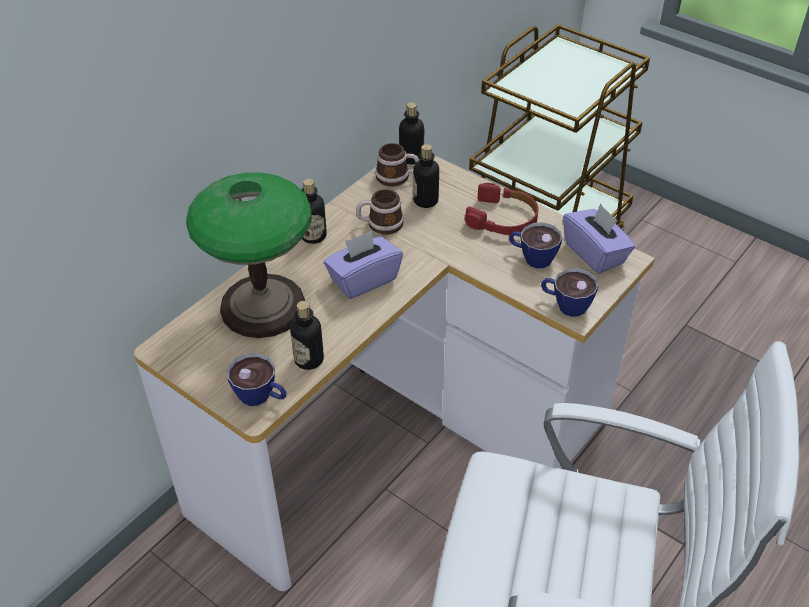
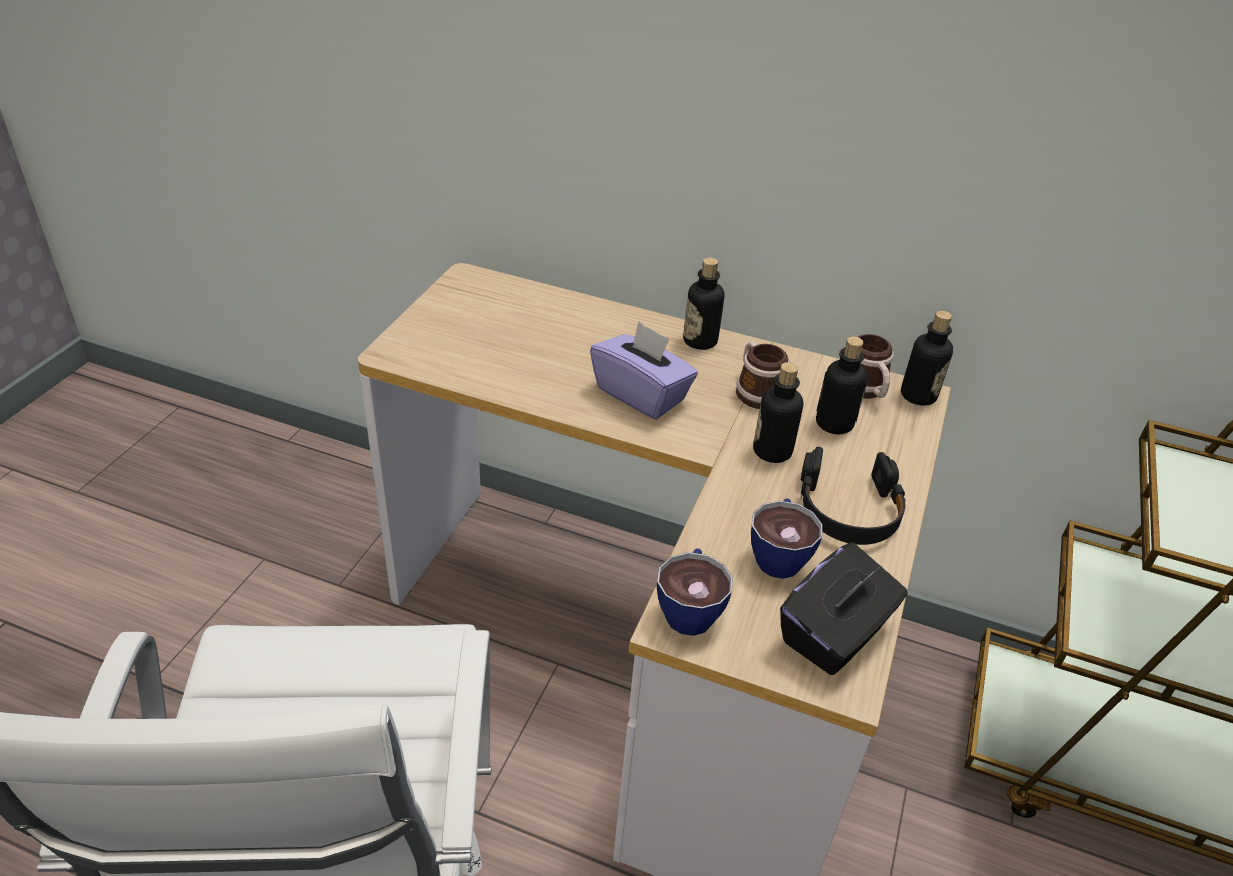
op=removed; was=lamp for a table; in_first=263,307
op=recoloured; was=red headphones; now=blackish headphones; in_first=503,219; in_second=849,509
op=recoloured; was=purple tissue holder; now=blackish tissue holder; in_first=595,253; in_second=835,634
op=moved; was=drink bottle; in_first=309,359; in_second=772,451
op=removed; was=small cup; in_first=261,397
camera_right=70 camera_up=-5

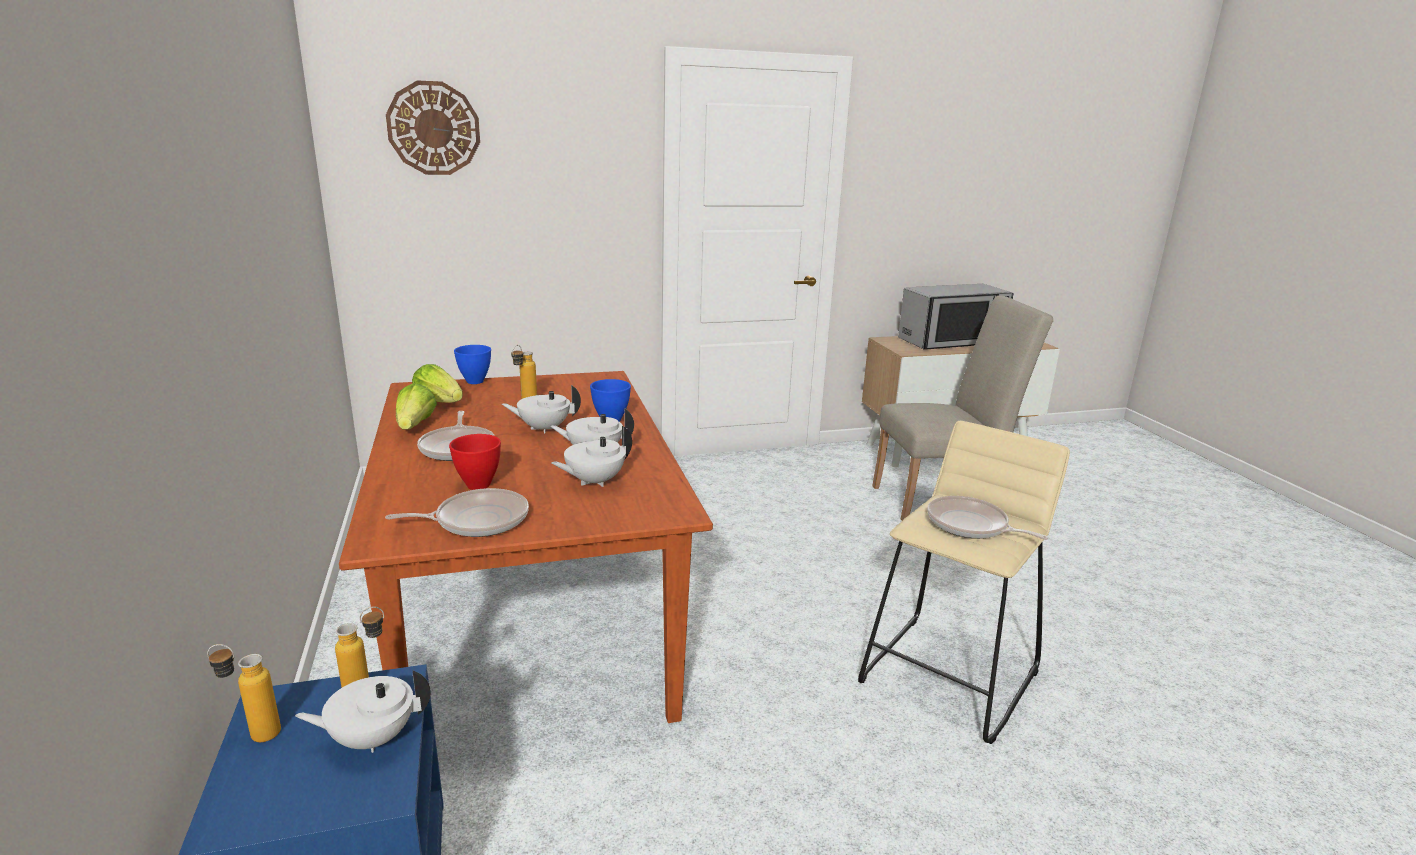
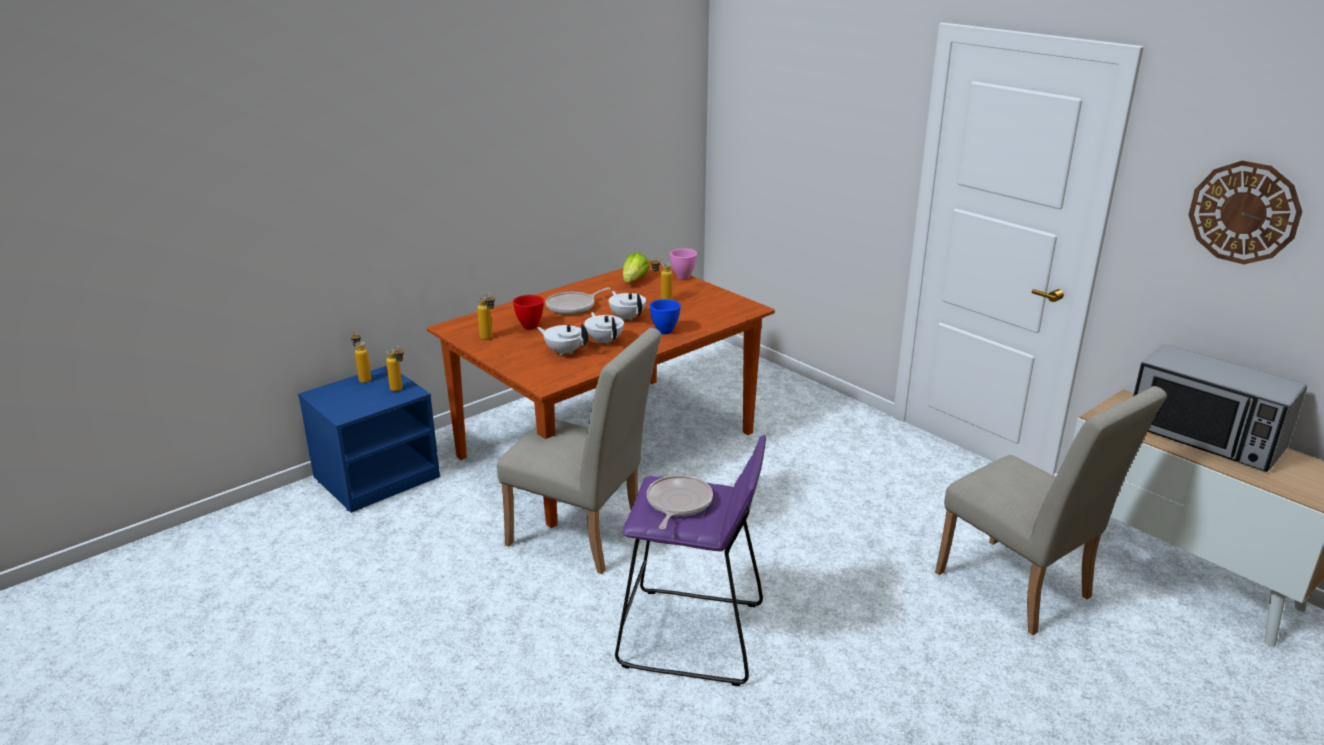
op=moved; was=wall clock; in_first=434,128; in_second=1244,212
op=recoloured; was=blue deep dish; now=pink deep dish; in_first=475,382; in_second=683,277
op=removed; was=lettuce head; in_first=415,426
op=recoloured; was=beige-coloured stool seat; now=purple stool seat; in_first=949,676; in_second=691,636
op=replaced; was=frying pan; now=drink bottle; in_first=477,520; in_second=489,339
op=removed; was=white-coloured teapot; in_first=372,738
op=added; now=beige-coloured chair; in_second=584,538
camera_right=65 camera_up=5

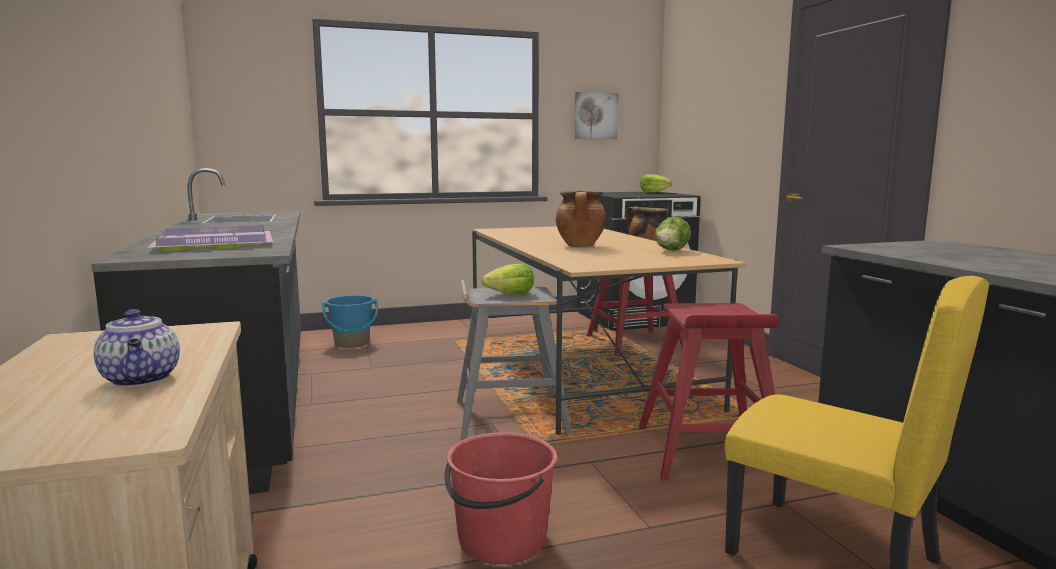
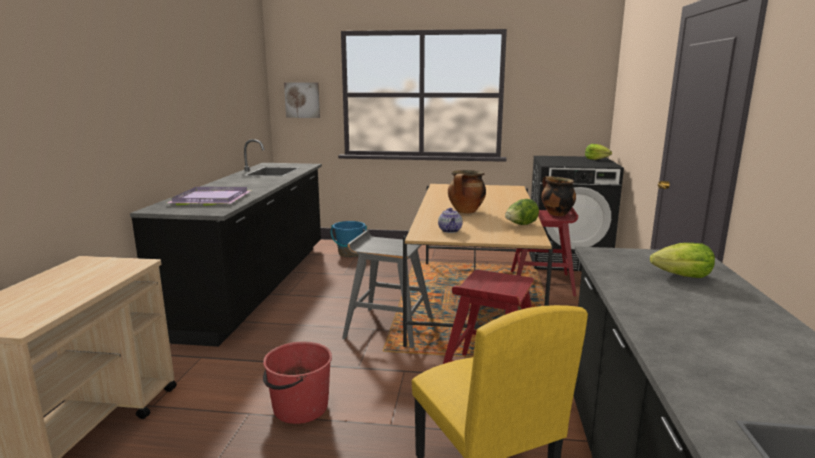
op=moved; was=picture; in_first=595,116; in_second=302,100
op=moved; was=lettuce head; in_first=510,294; in_second=682,276
op=moved; was=teapot; in_first=142,379; in_second=450,231
camera_right=25 camera_up=5

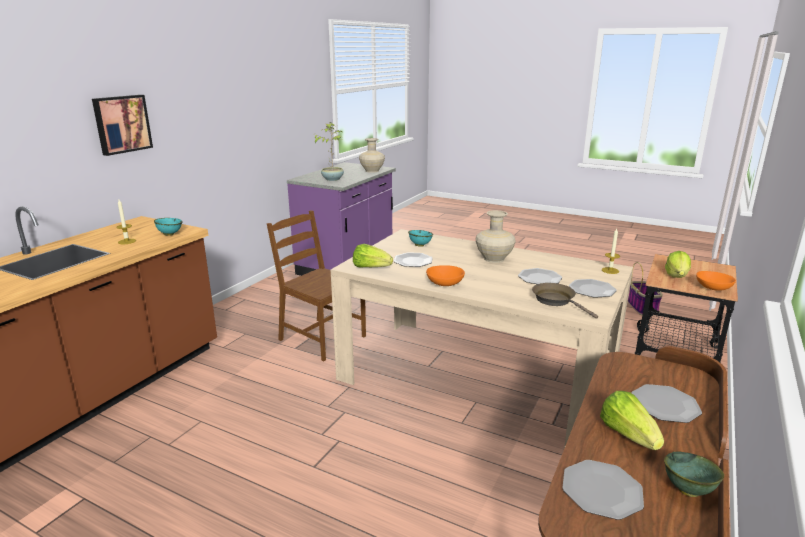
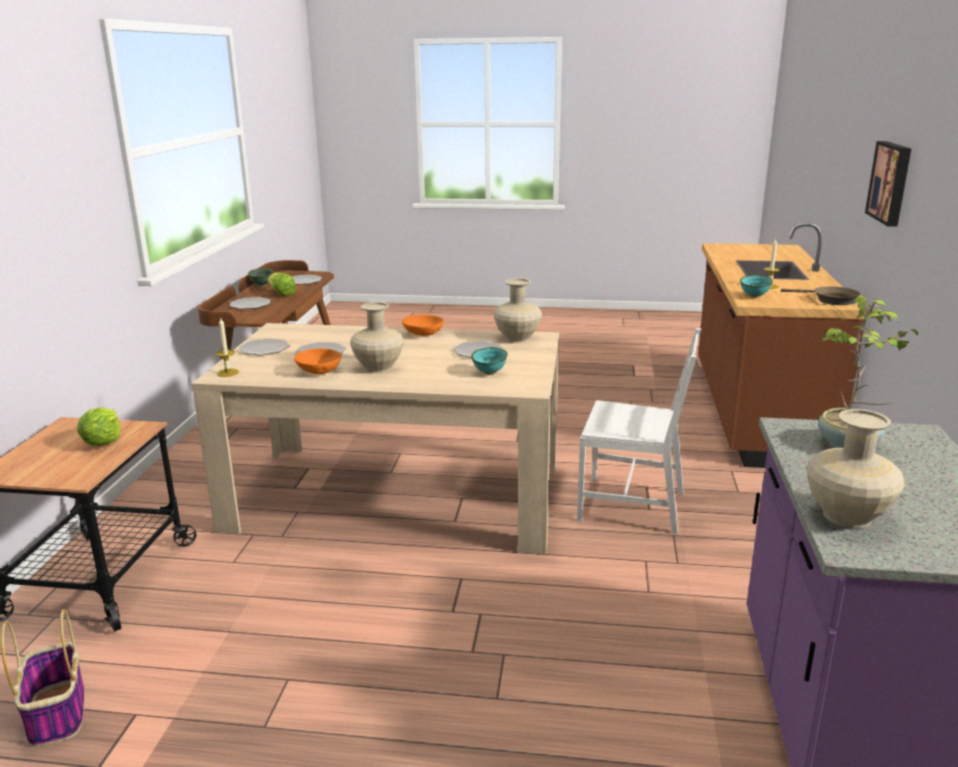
op=recoloured; was=brownish chair; now=white-coloured chair; in_first=321,338; in_second=633,505
op=replaced; was=lettuce head; now=beige-coloured decorative vase; in_first=371,267; in_second=518,338
op=moved; was=orange-coloured deep dish; in_first=713,288; in_second=319,371
op=moved; was=brownish frying pan; in_first=556,301; in_second=830,300
camera_right=160 camera_up=0

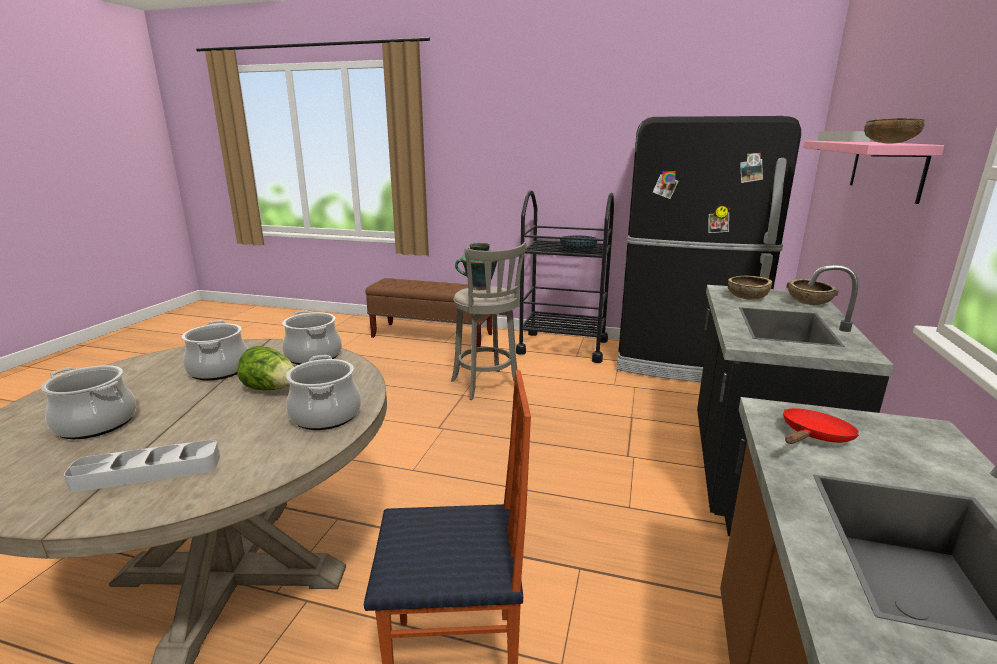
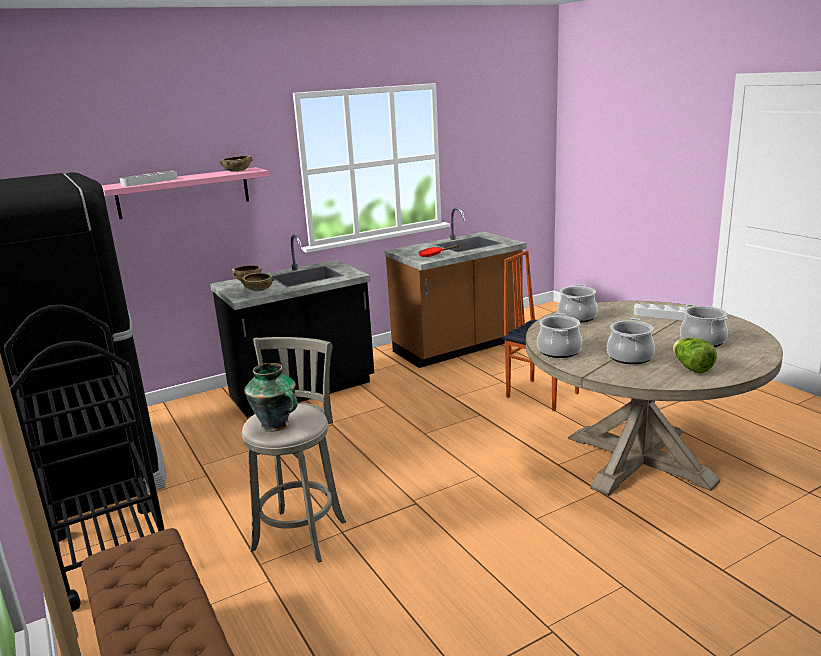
op=removed; was=deep dish; in_first=578,251
op=moved; was=lettuce head; in_first=271,389; in_second=691,368
camera_right=-135 camera_up=0

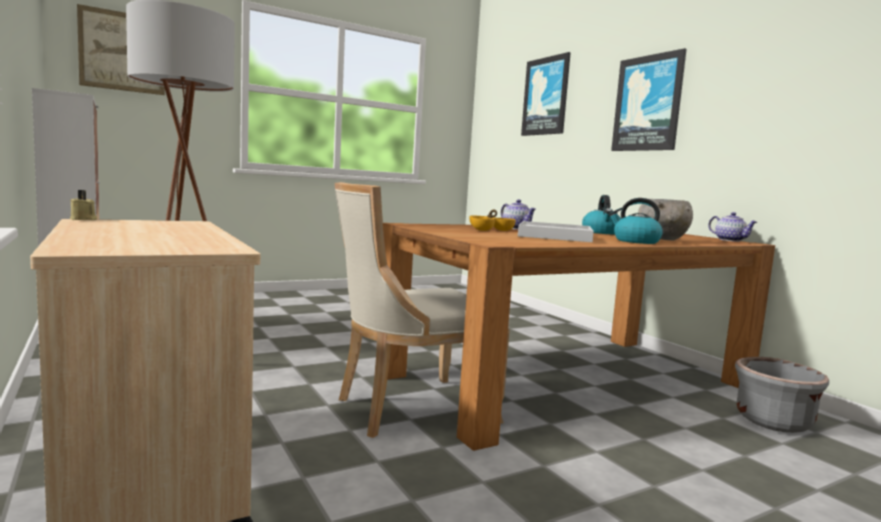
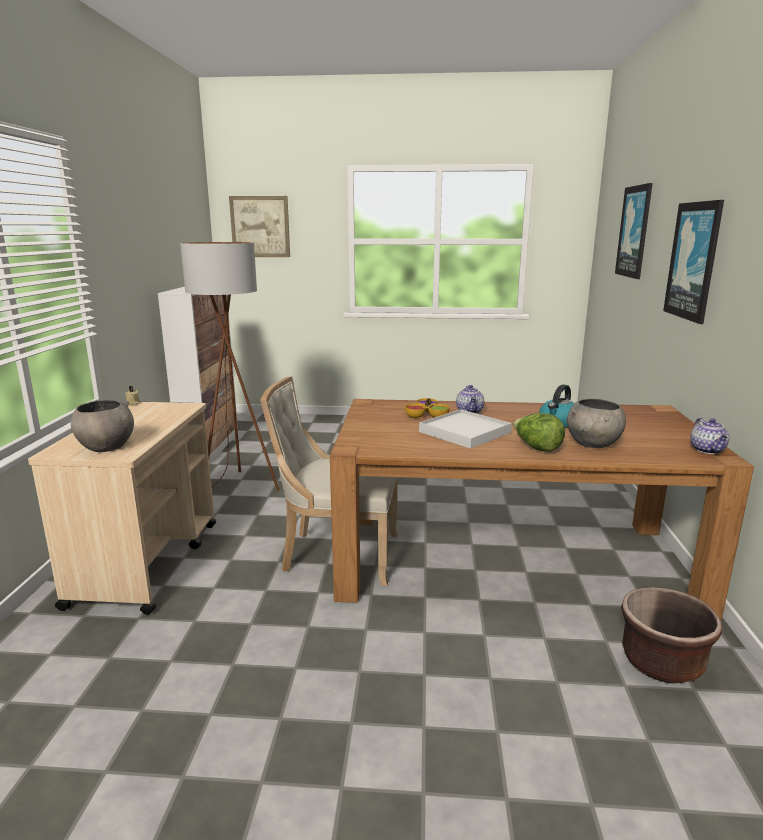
op=replaced; was=tea kettle; now=lettuce head; in_first=635,241; in_second=536,448
op=recoloured; was=gray plant pot; now=brownish plant pot; in_first=773,421; in_second=662,662
op=added; now=gray deep dish; in_second=106,447
camera_right=35 camera_up=10

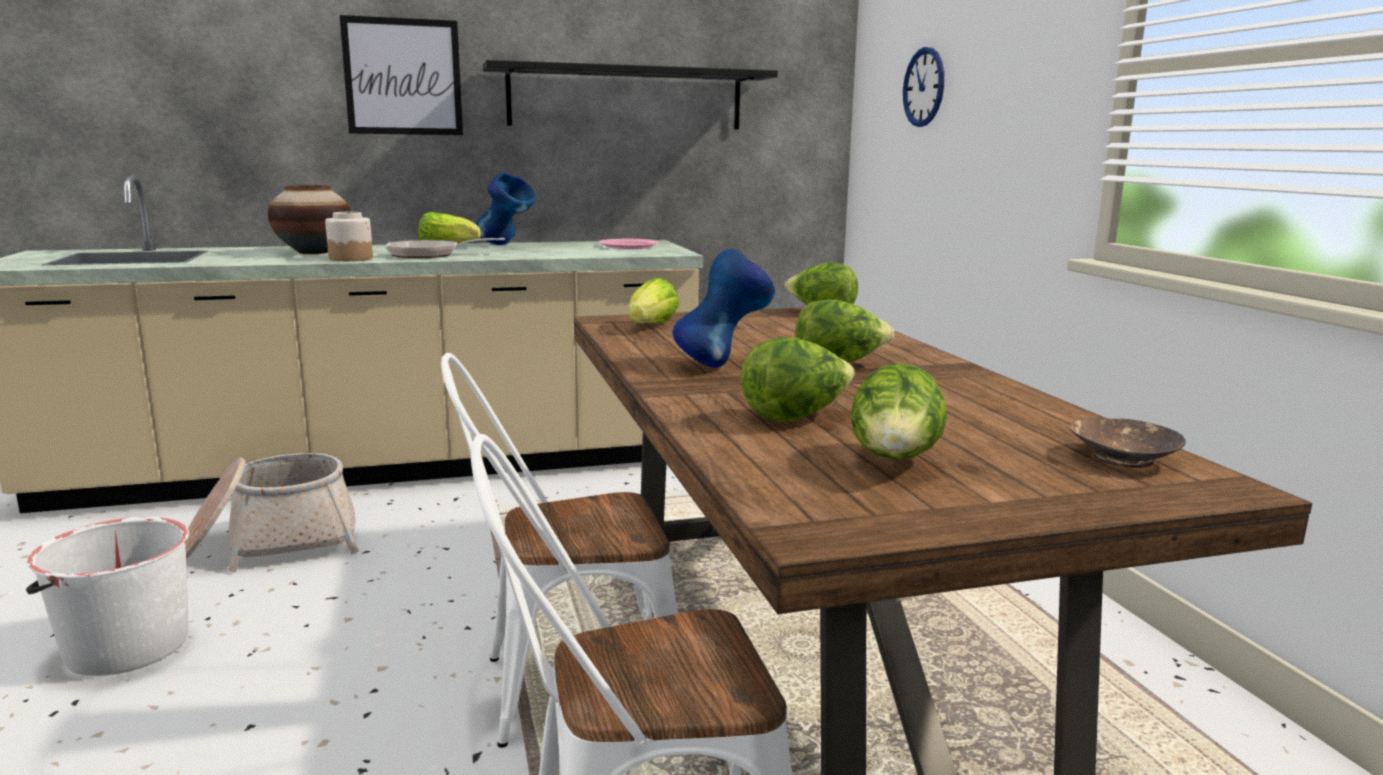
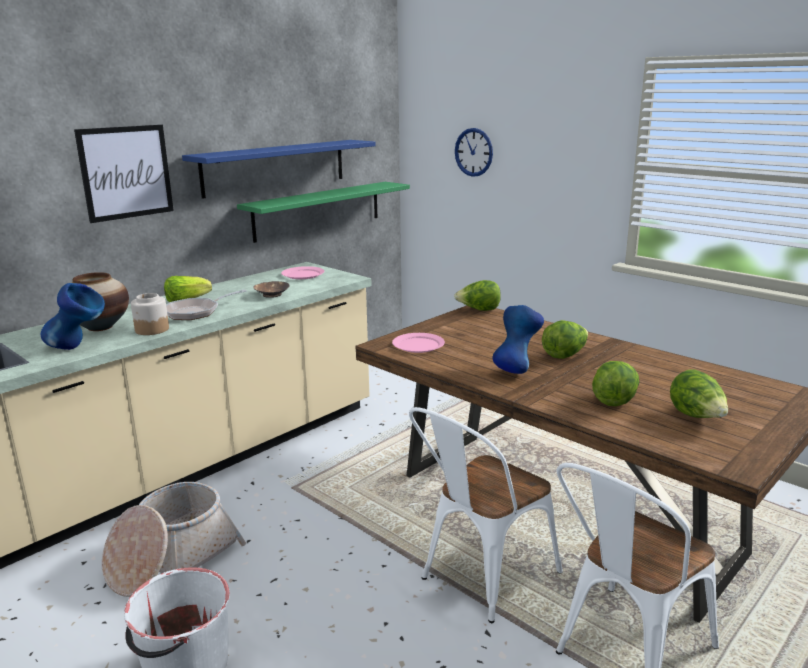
op=recoloured; was=blackish wall shelf; now=blue wall shelf; in_first=626,98; in_second=275,167
op=moved; was=blue decorative vase; in_first=506,245; in_second=78,348
op=replaced; was=lettuce head; now=pink plate; in_first=651,326; in_second=418,345
op=moved; was=brownish deep dish; in_first=1122,457; in_second=271,294
op=added; now=green-coloured wall shelf; in_second=318,210
camera_right=-30 camera_up=5

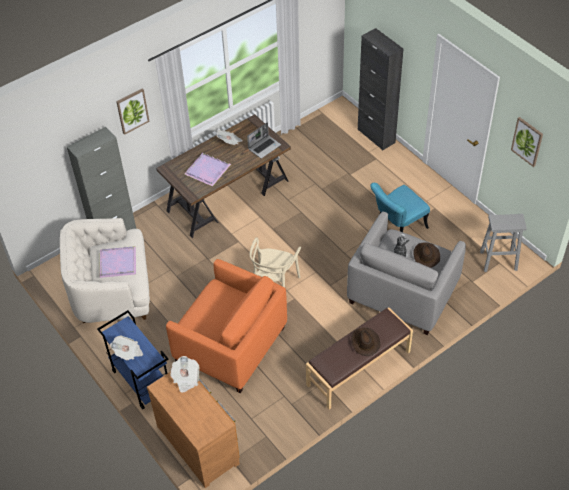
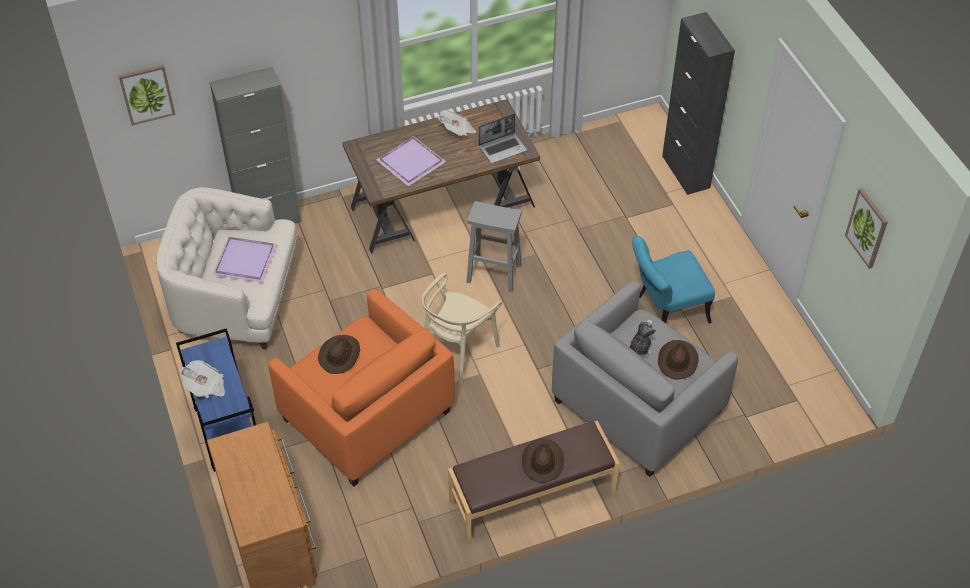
op=moved; was=picture; in_first=132,111; in_second=147,94
op=moved; was=gray stool seat; in_first=497,261; in_second=493,273
op=removed; was=newspaper; in_first=186,379
op=added; now=brownish wearable hat; in_second=339,355
camera_right=15 camera_up=0

